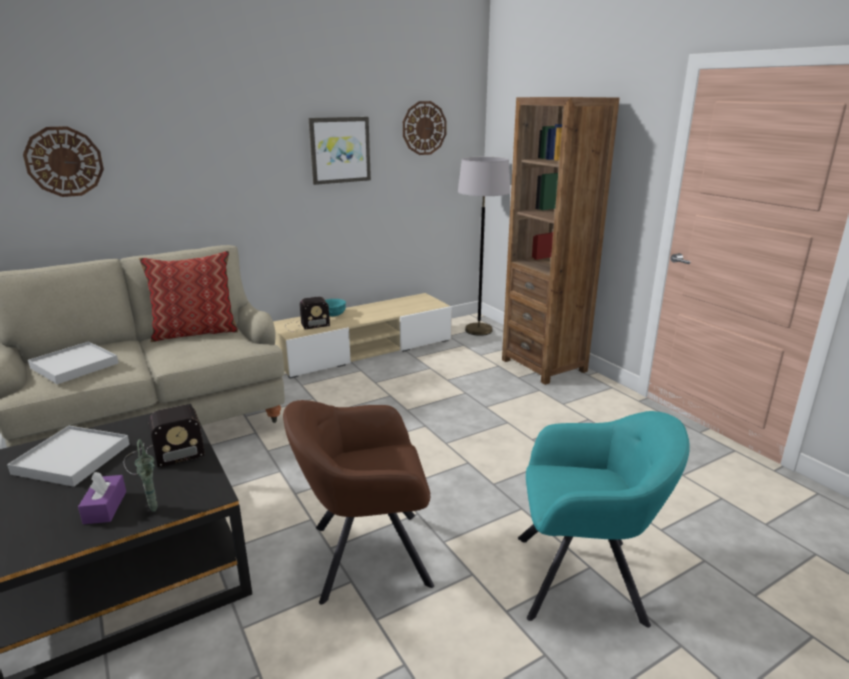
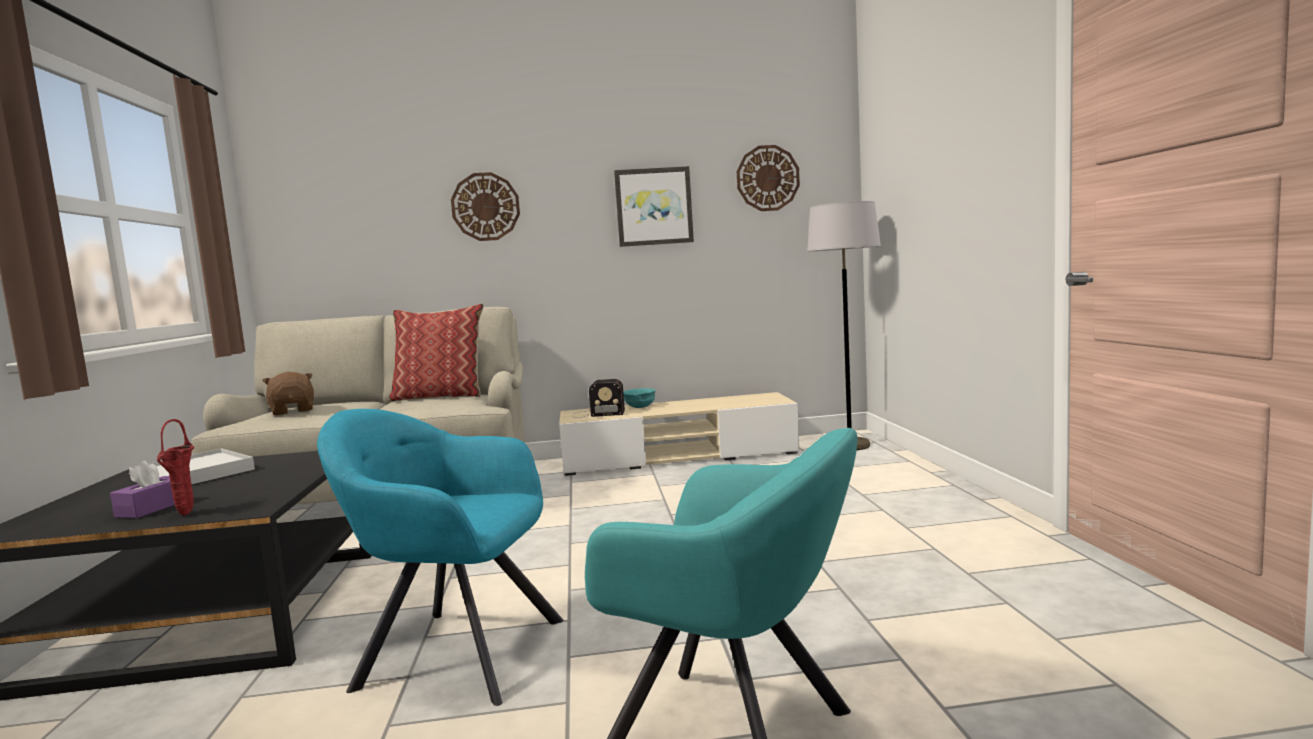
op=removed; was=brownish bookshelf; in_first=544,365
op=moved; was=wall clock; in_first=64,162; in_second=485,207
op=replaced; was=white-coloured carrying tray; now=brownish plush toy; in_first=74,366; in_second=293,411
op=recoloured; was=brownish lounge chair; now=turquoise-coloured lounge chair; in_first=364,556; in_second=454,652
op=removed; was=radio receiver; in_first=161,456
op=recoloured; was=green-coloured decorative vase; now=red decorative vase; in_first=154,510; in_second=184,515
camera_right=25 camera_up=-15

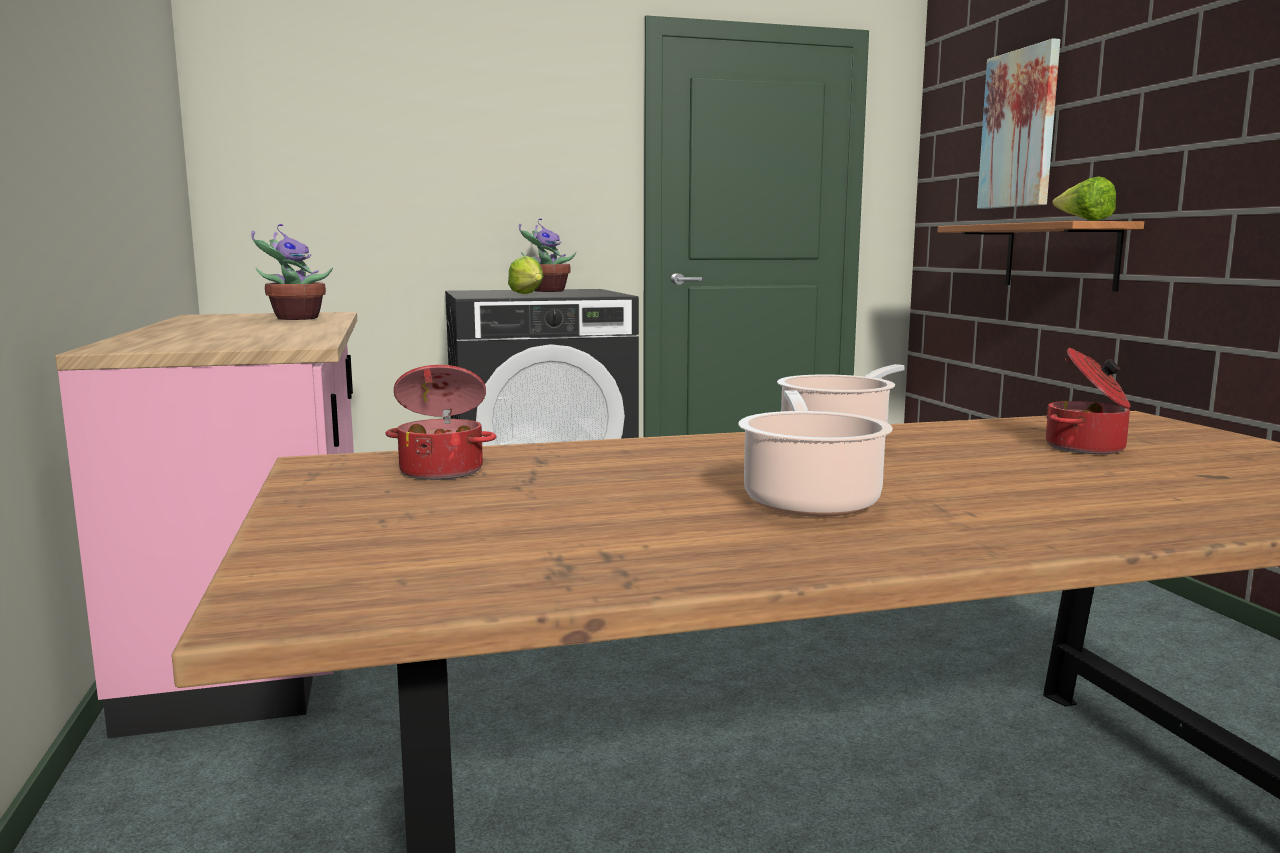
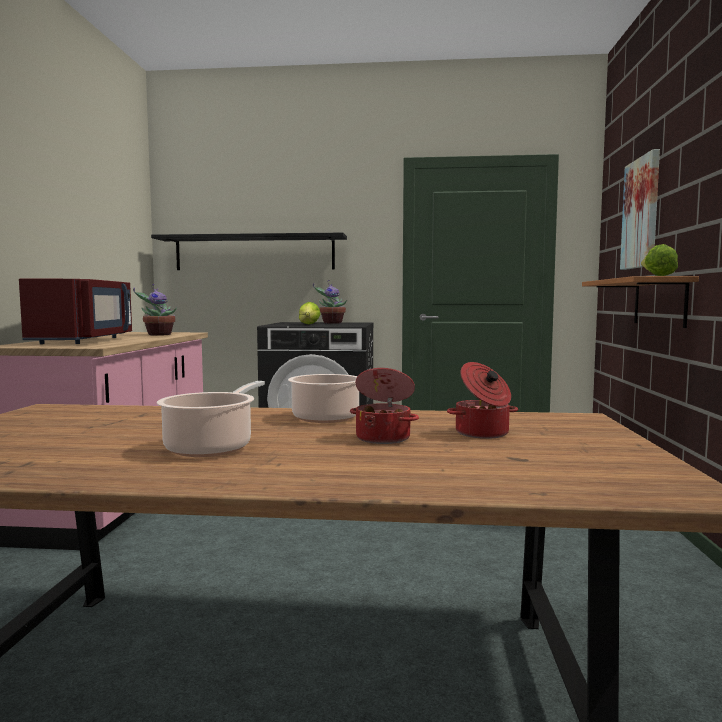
op=moved; was=cooking pot; in_first=443,470; in_second=384,438
op=added; now=blackish wall shelf; in_second=254,253
op=added; now=red microwave; in_second=85,340
camera_right=20 camera_up=-5

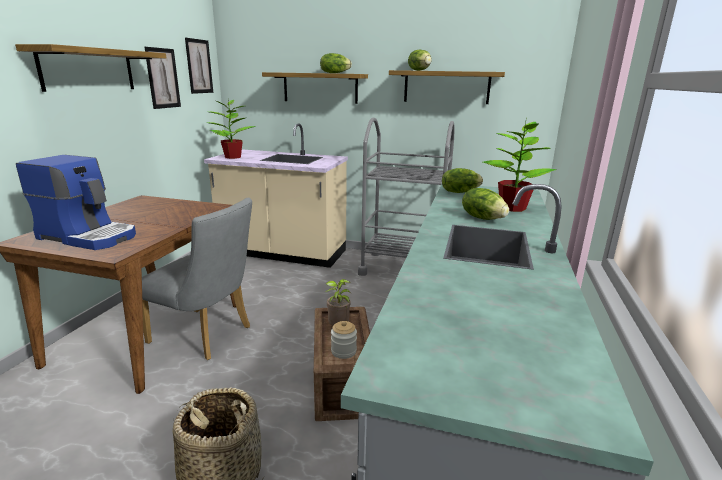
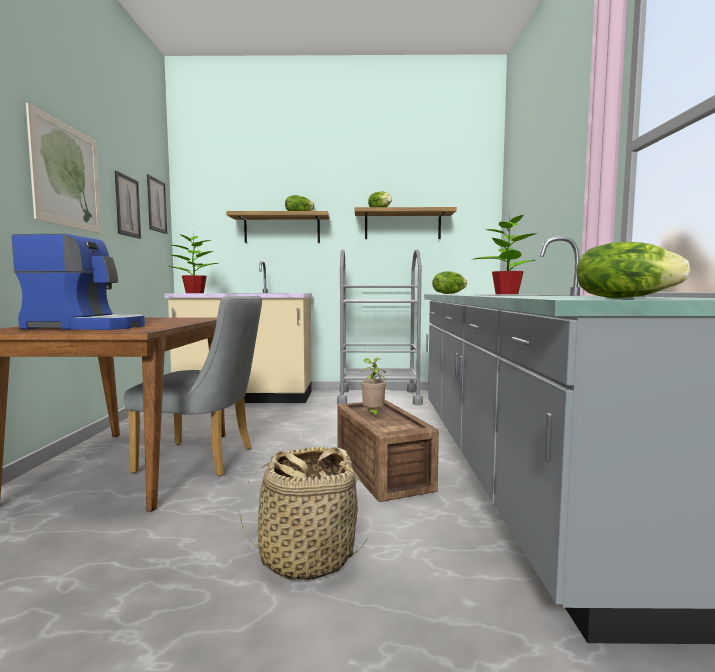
op=replaced; was=wall shelf; now=picture; in_first=88,70; in_second=67,176
op=moved; was=lettuce head; in_first=483,218; in_second=623,298
op=removed; was=storage jar; in_first=343,351
camera_right=-15 camera_up=-15

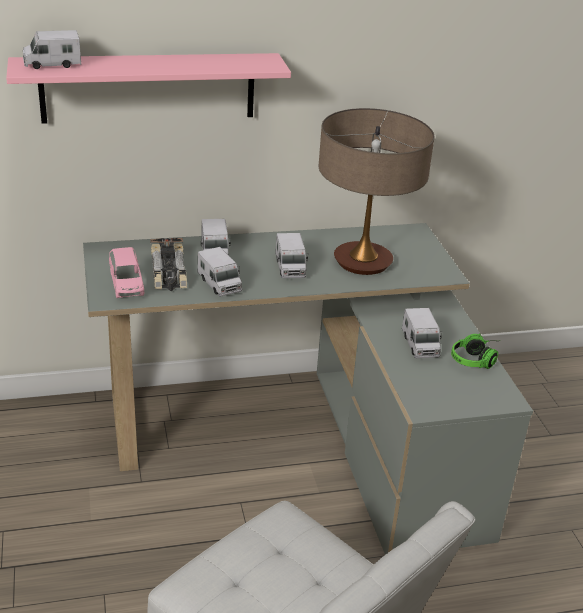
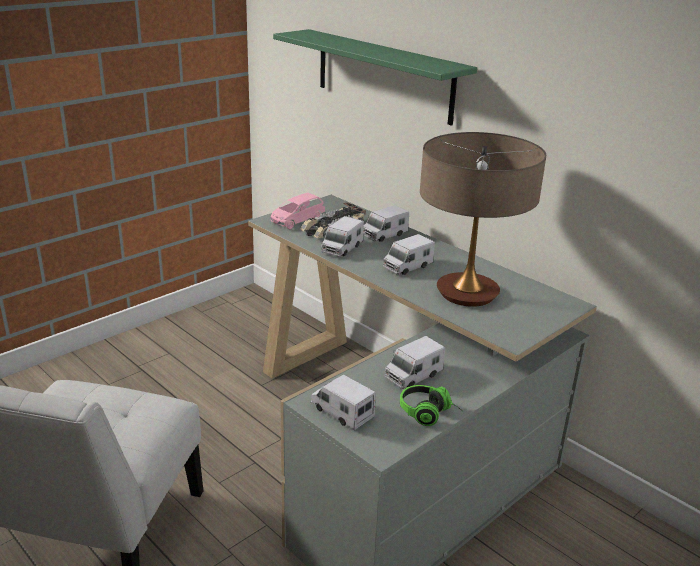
op=moved; was=toy lorry; in_first=52,64; in_second=342,412
op=recoloured; was=pink wall shelf; now=green-coloured wall shelf; in_first=148,87; in_second=383,75
camera_right=60 camera_up=-5

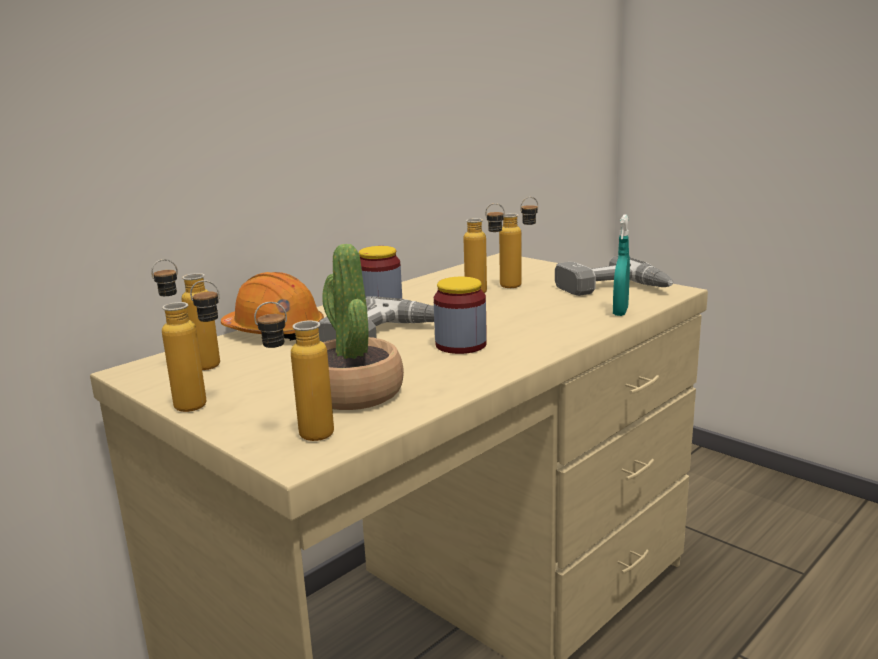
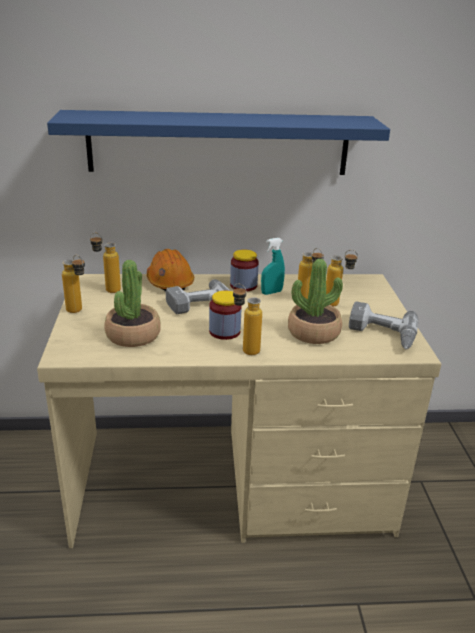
op=moved; was=turquoise-coloured hand sprayer; in_first=620,312; in_second=271,292
op=moved; was=drink bottle; in_first=301,436; in_second=245,349
op=added; now=blue wall shelf; in_second=219,143
op=added; now=potted plant; in_second=313,332
camera_right=40 camera_up=10

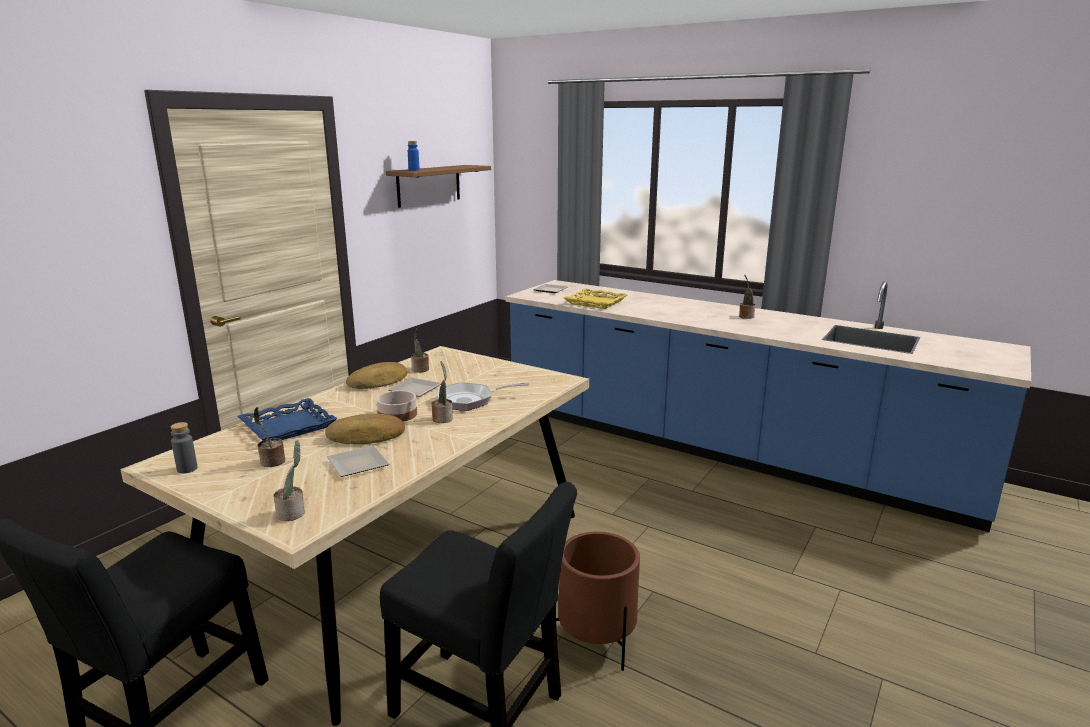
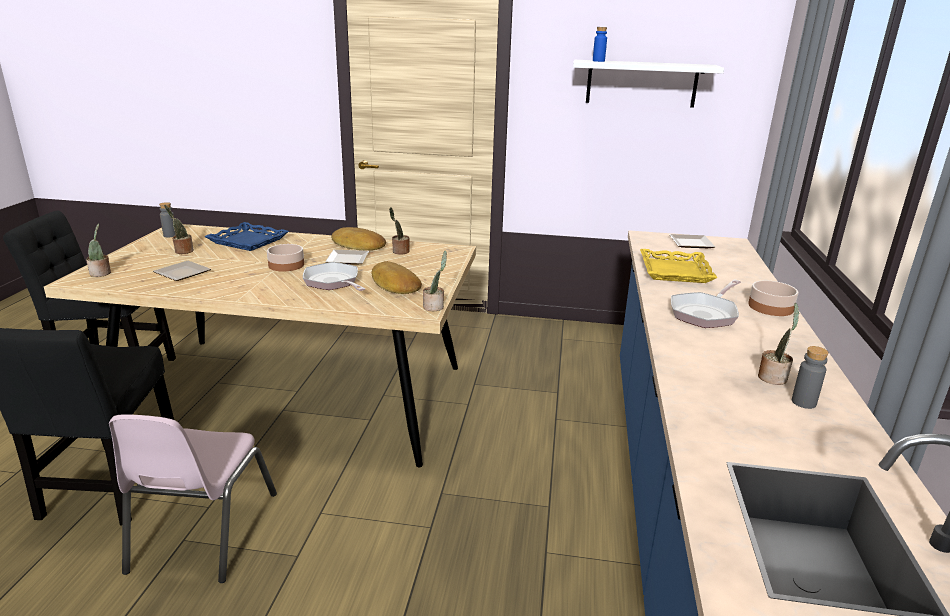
op=recoloured; was=brownish wall shelf; now=white-coloured wall shelf; in_first=429,185; in_second=641,83
op=moved; was=potted plant; in_first=443,418; in_second=435,307
op=moved; was=baked bread; in_first=367,436; in_second=394,284
op=replaced; was=brownish plant pot; now=pink chair; in_first=597,642; in_second=202,531
op=added; now=frying pan; in_second=705,313
op=added; now=deep dish; in_second=771,307
op=added; now=gray drink bottle; in_second=803,402
camera_right=65 camera_up=5

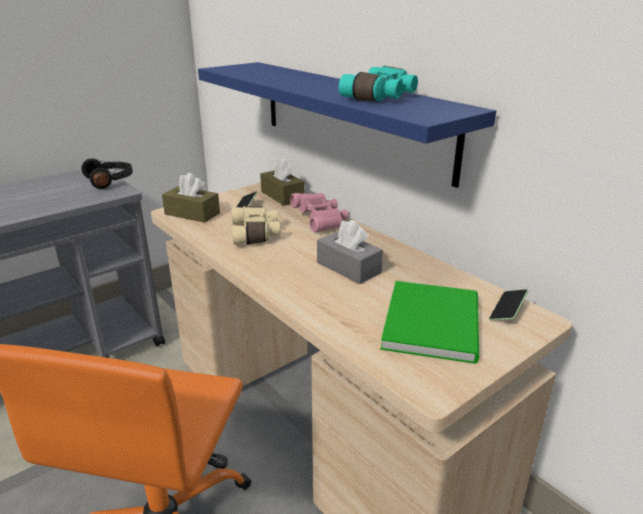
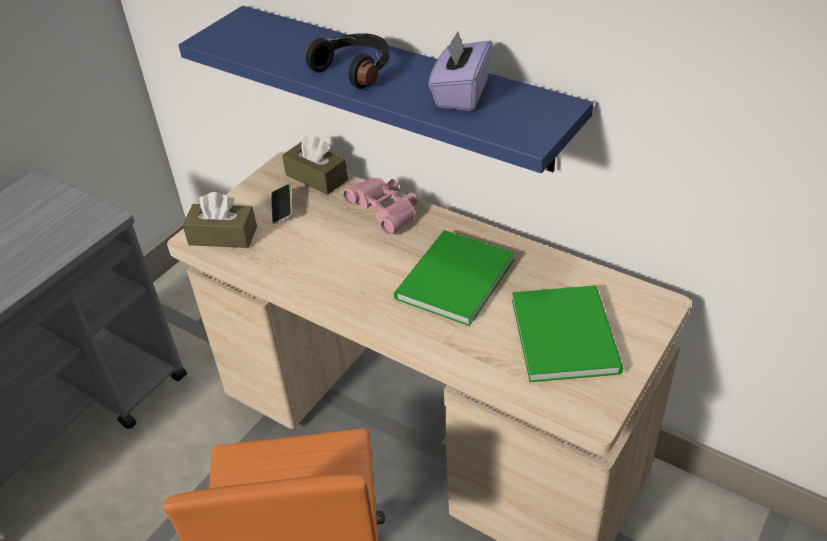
op=replaced; was=turquoise-coloured pair of binoculars; now=purple tissue holder; in_first=381,97; in_second=461,94
op=moved; was=blackish headphones; in_first=110,180; in_second=355,69
op=removed; was=beige-coloured pair of binoculars; in_first=256,234
op=replaced; was=gray tissue holder; now=green-coloured volume; in_first=348,268; in_second=451,280
op=removed; was=handset; in_first=507,311
camera_right=-15 camera_up=15

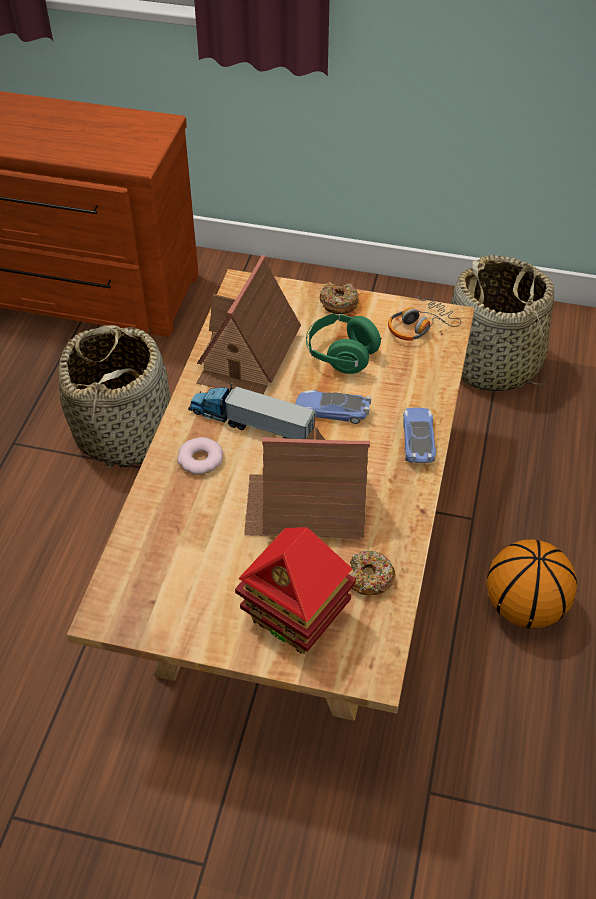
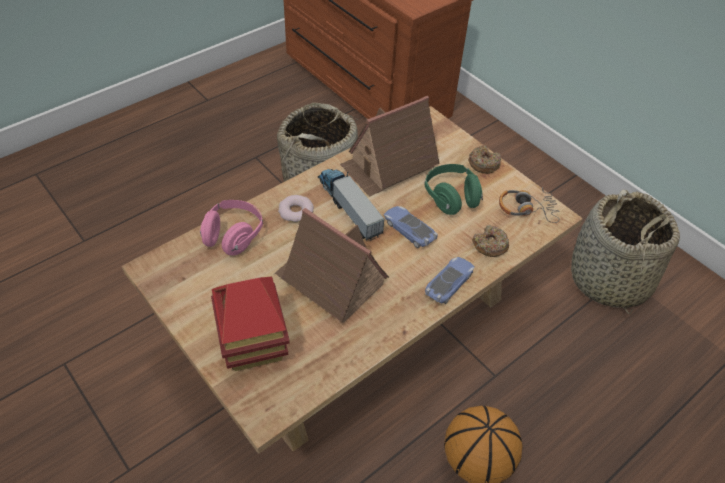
op=moved; was=doughnut; in_first=369,578; in_second=490,245
op=added; now=pink headphones; in_second=233,236
camera_right=35 camera_up=0

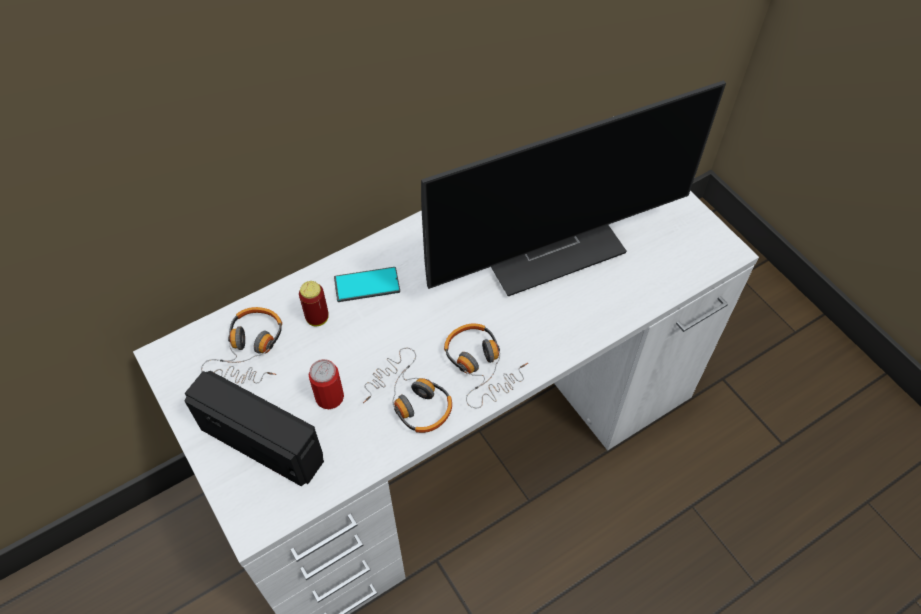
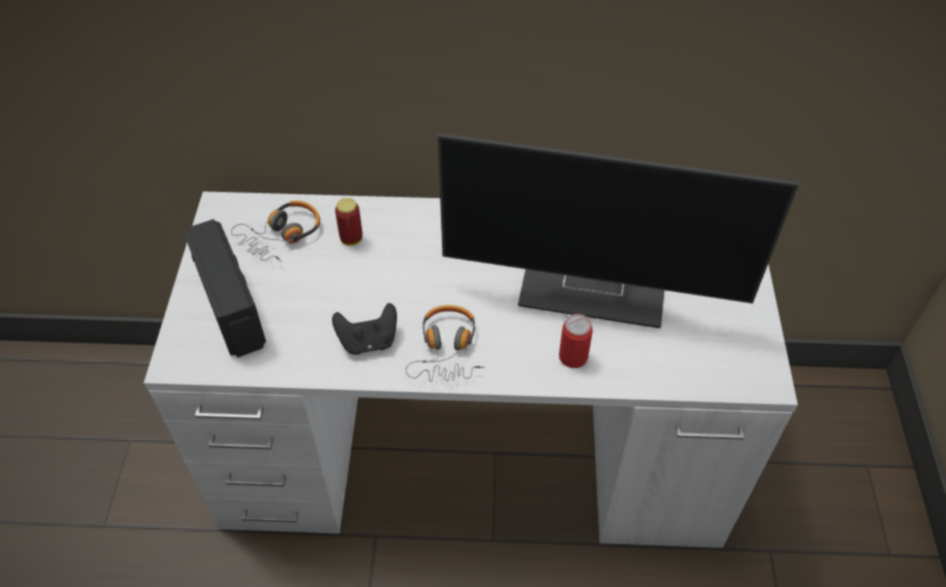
op=removed; was=handset; in_first=367,285
op=replaced; was=headphones; now=blackish joypad; in_first=410,399; in_second=368,341
op=moved; was=metal can; in_first=329,397; in_second=573,357
camera_right=35 camera_up=-5

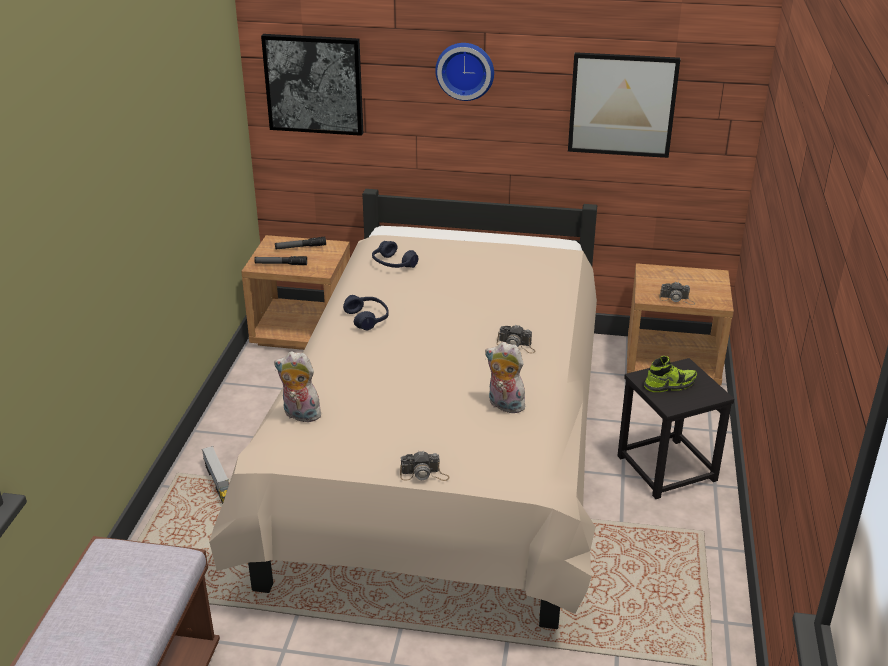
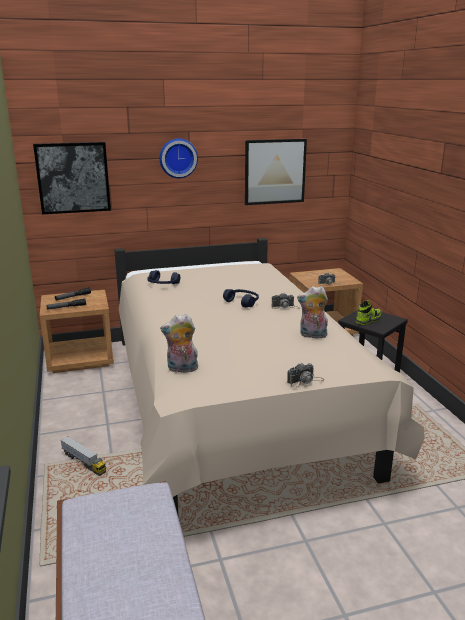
op=moved; was=blue headphones; in_first=367,318; in_second=242,302
camera_right=-25 camera_up=-10

